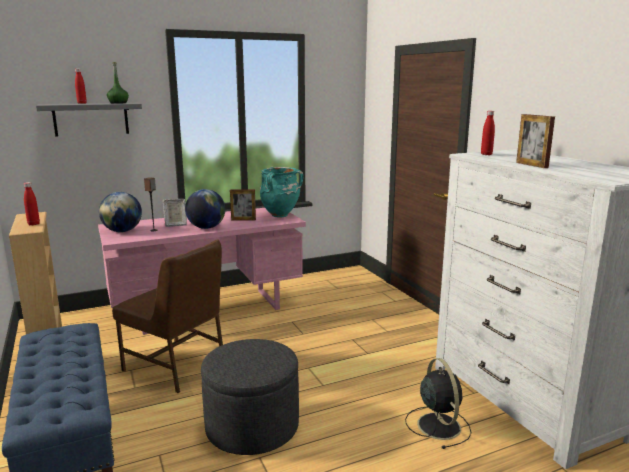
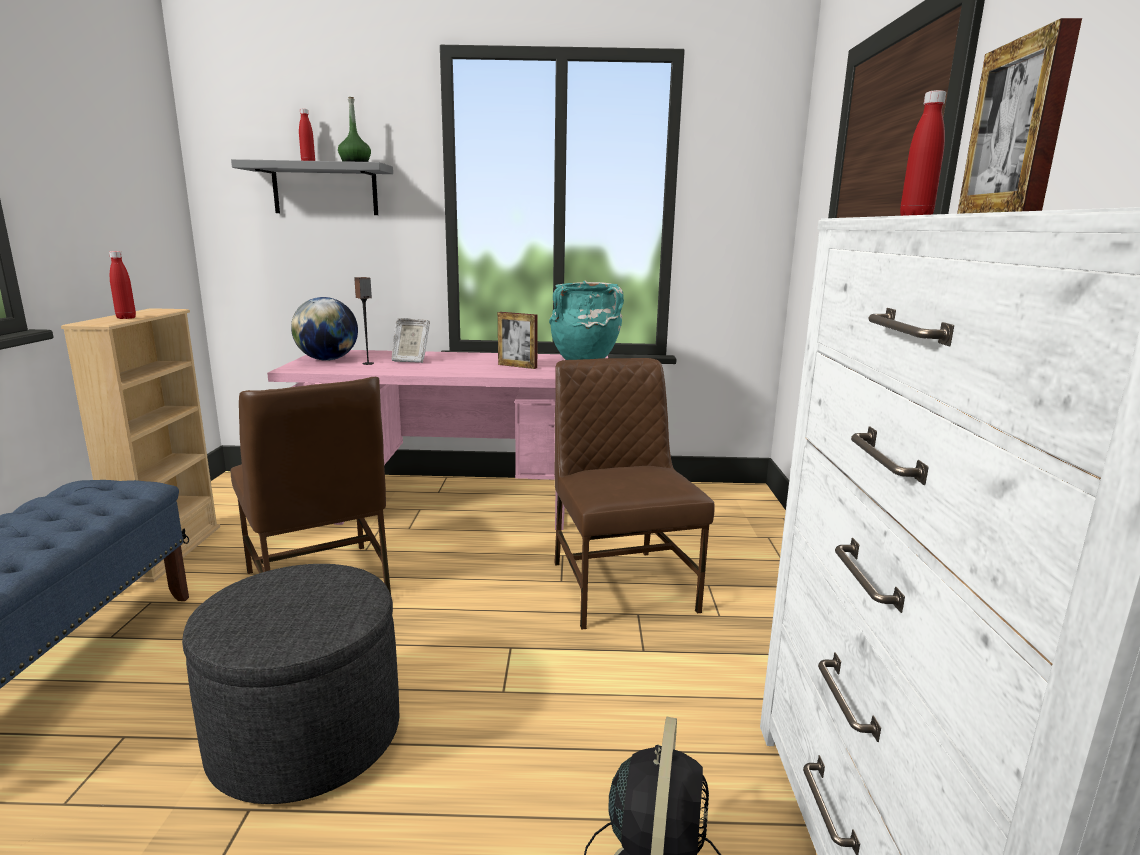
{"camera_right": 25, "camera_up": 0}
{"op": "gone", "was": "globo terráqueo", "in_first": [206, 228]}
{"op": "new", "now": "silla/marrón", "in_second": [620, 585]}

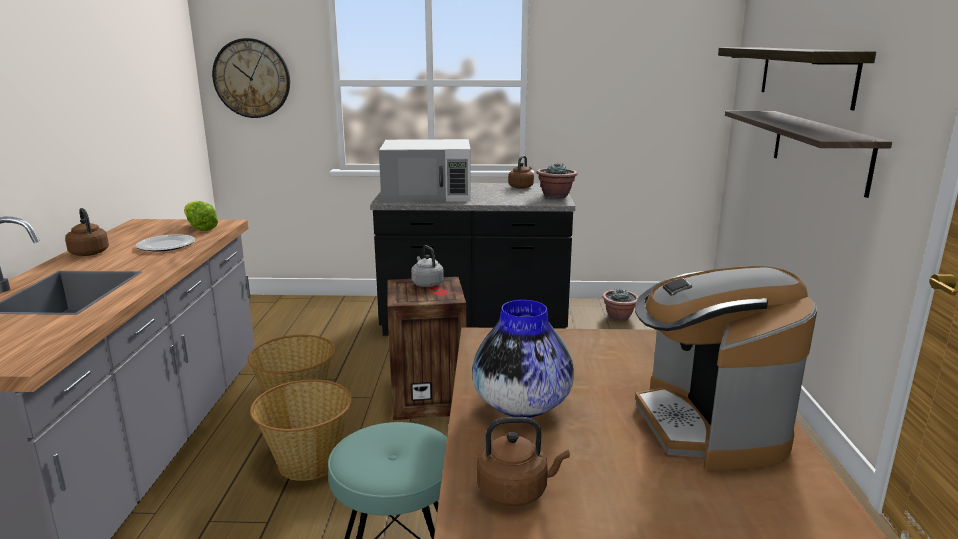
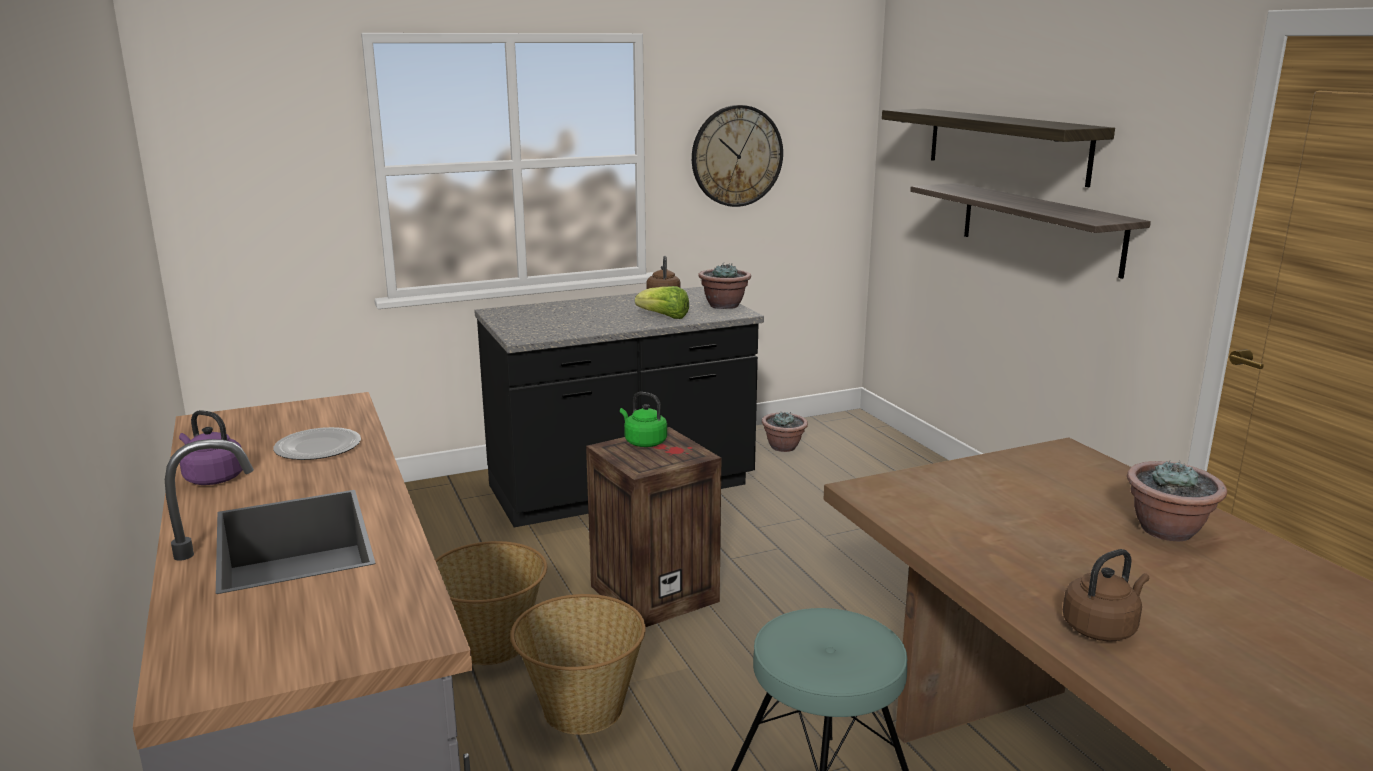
{"camera_right": -25, "camera_up": 0}
{"op": "shifted", "was": "reloj de pared", "in_first": [252, 78], "in_second": [736, 156]}
{"op": "gone", "was": "microondas/blanco", "in_first": [428, 194]}
{"op": "shifted", "was": "lechuga", "in_first": [200, 228], "in_second": [664, 317]}
{"op": "repainted", "was": "hervidor/marrón", "now": "hervidor/morado", "in_first": [89, 252], "in_second": [212, 478]}
{"op": "repainted", "was": "hervidor/gris", "now": "hervidor/verde", "in_first": [426, 283], "in_second": [643, 442]}
{"op": "swapped", "was": "cafetera", "now": "planta en maceta", "in_first": [708, 426], "in_second": [1168, 531]}
{"op": "gone", "was": "florero", "in_first": [521, 405]}

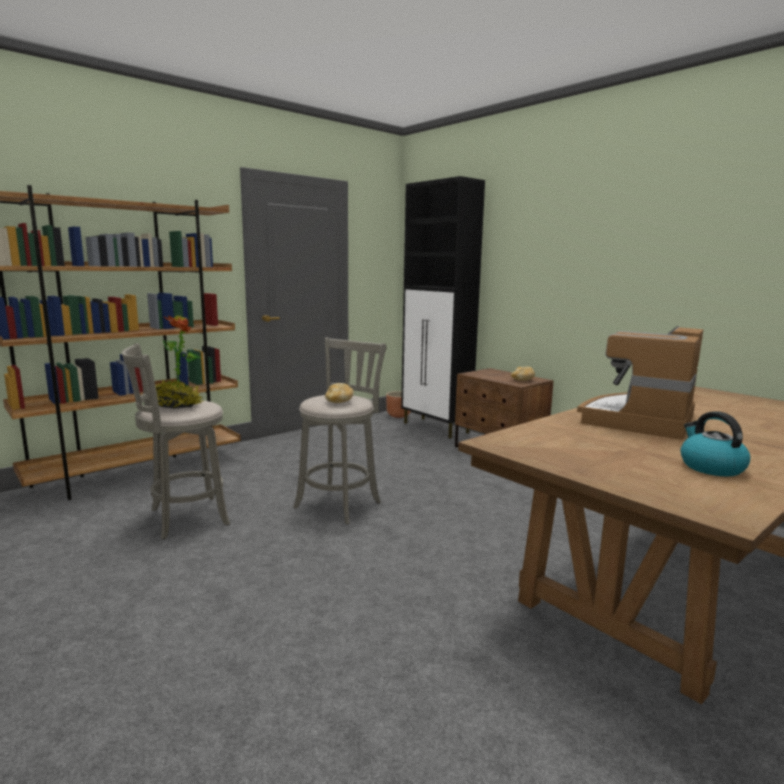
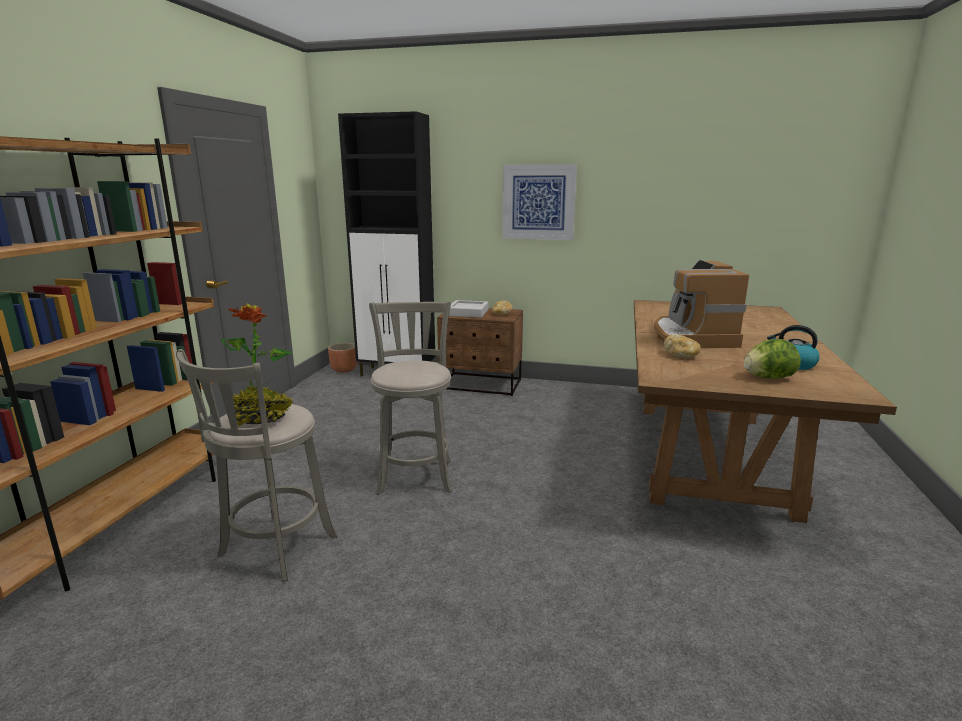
{"camera_right": -35, "camera_up": 5}
{"op": "shifted", "was": "pan", "in_first": [339, 402], "in_second": [681, 355]}
{"op": "new", "now": "cuadro", "in_second": [538, 202]}
{"op": "new", "now": "bandeja/gris", "in_second": [468, 312]}
{"op": "new", "now": "lechuga", "in_second": [768, 377]}

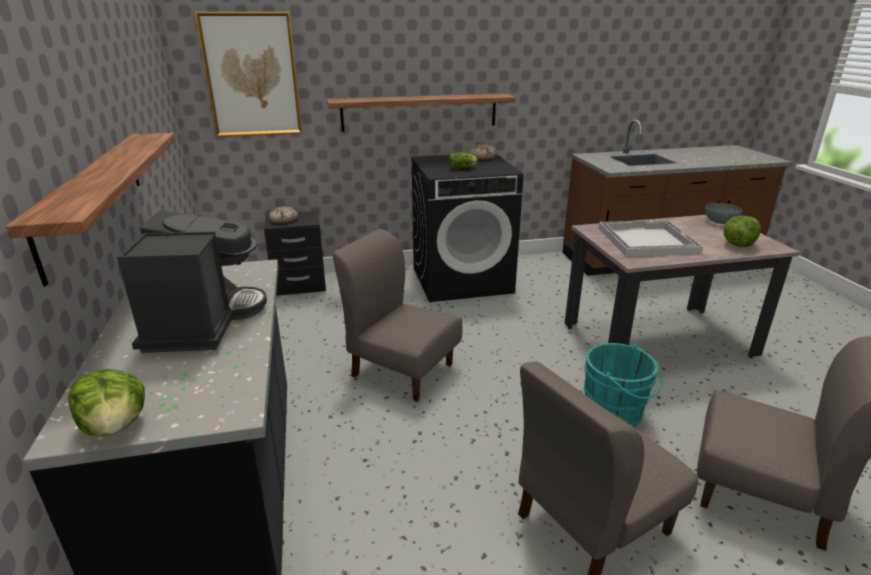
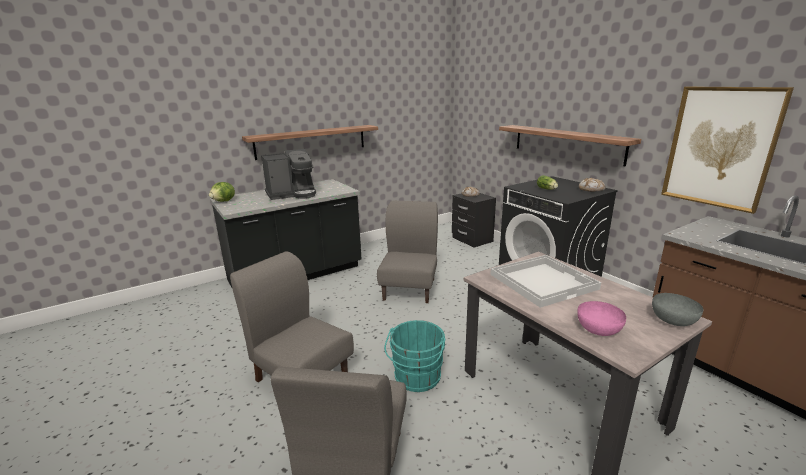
{"camera_right": 70, "camera_up": -5}
{"op": "shifted", "was": "cuadro", "in_first": [252, 75], "in_second": [720, 147]}
{"op": "swapped", "was": "lechuga", "now": "cuenco/rosa", "in_first": [738, 244], "in_second": [598, 329]}

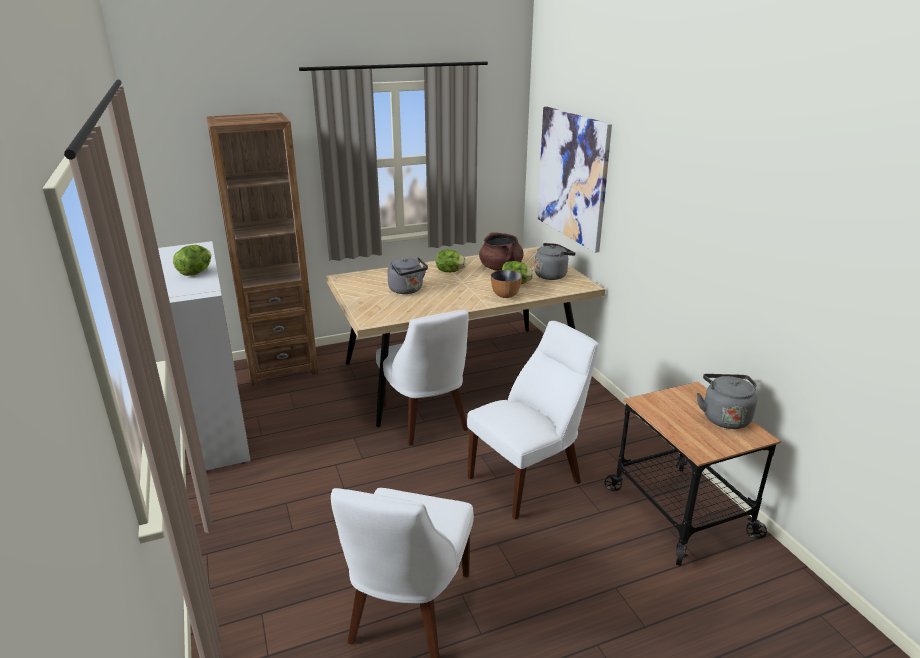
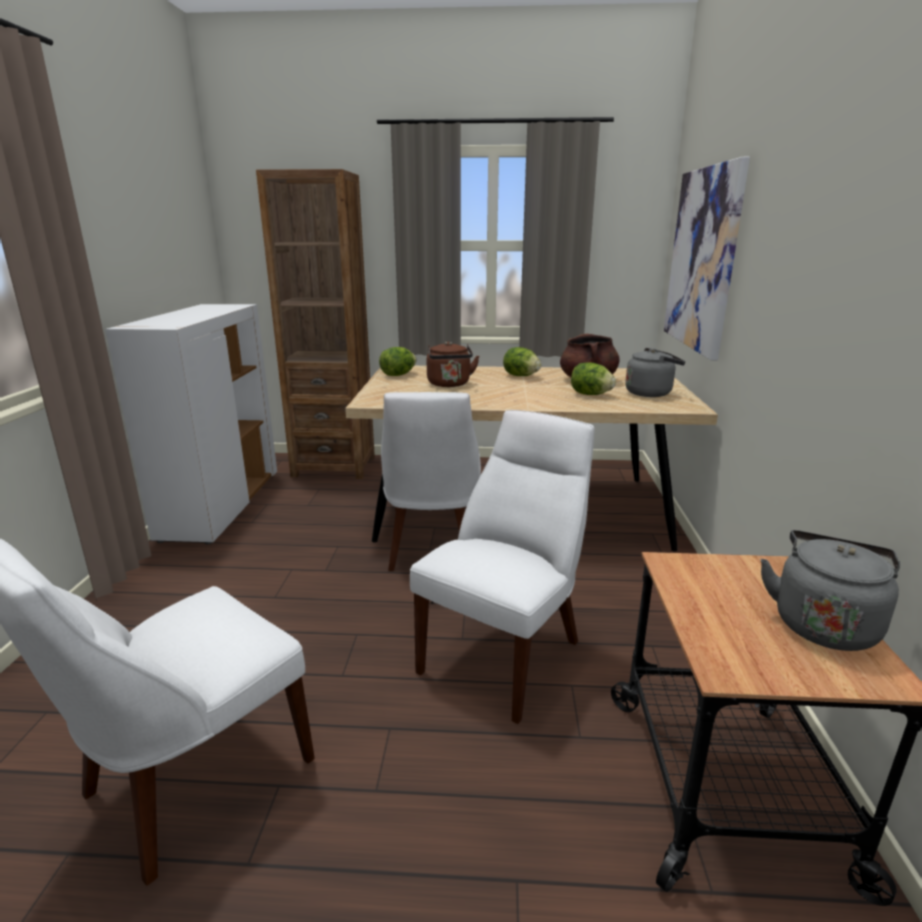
{"camera_right": 25, "camera_up": -5}
{"op": "shifted", "was": "lechuga", "in_first": [195, 273], "in_second": [398, 375]}
{"op": "repainted", "was": "hervidor/gris", "now": "hervidor/marrón", "in_first": [407, 290], "in_second": [449, 384]}
{"op": "gone", "was": "cuenco", "in_first": [505, 295]}
{"op": "rotated", "was": "silla/blanco", "in_first": [529, 478], "in_second": [506, 653], "clockwise": -45}

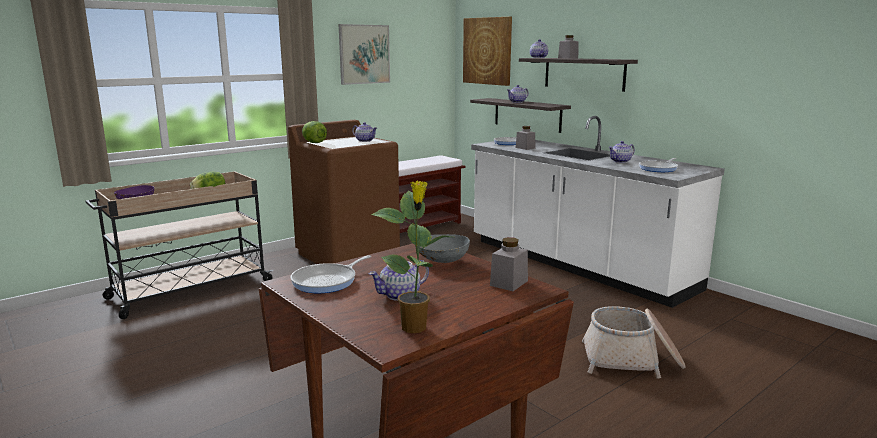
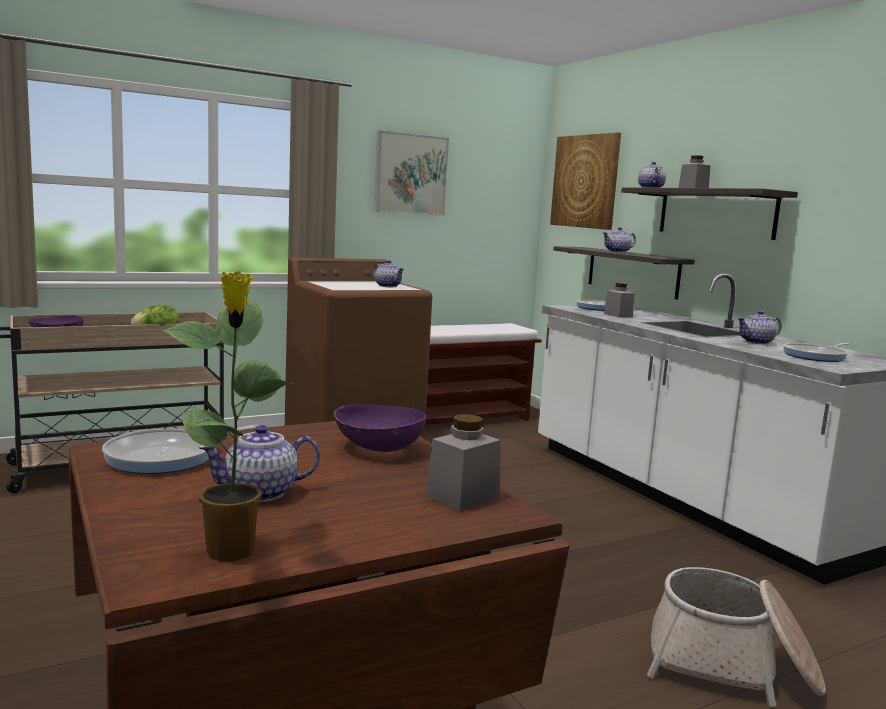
{"camera_right": 10, "camera_up": -5}
{"op": "gone", "was": "lechuga", "in_first": [314, 142]}
{"op": "repainted", "was": "cuenco/gris", "now": "cuenco/morado", "in_first": [441, 261], "in_second": [377, 449]}

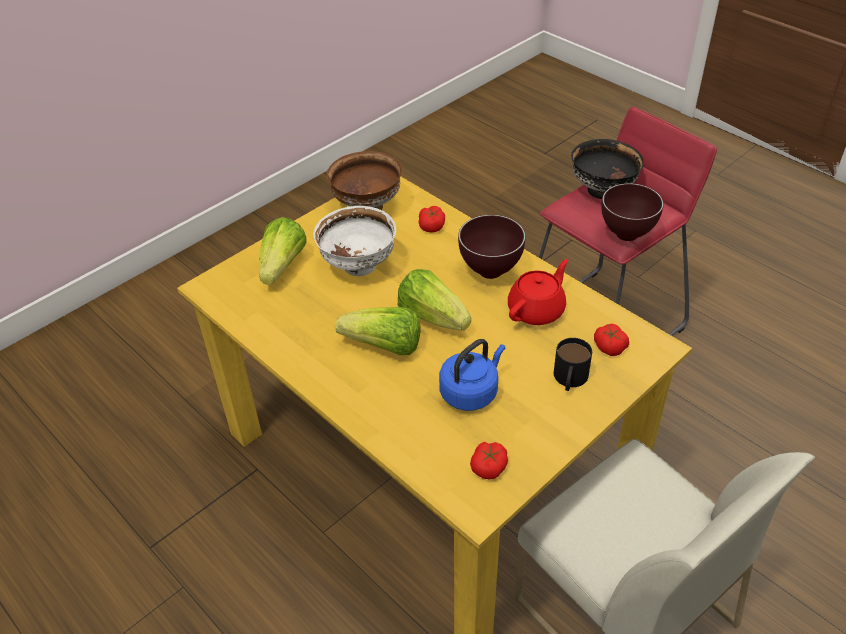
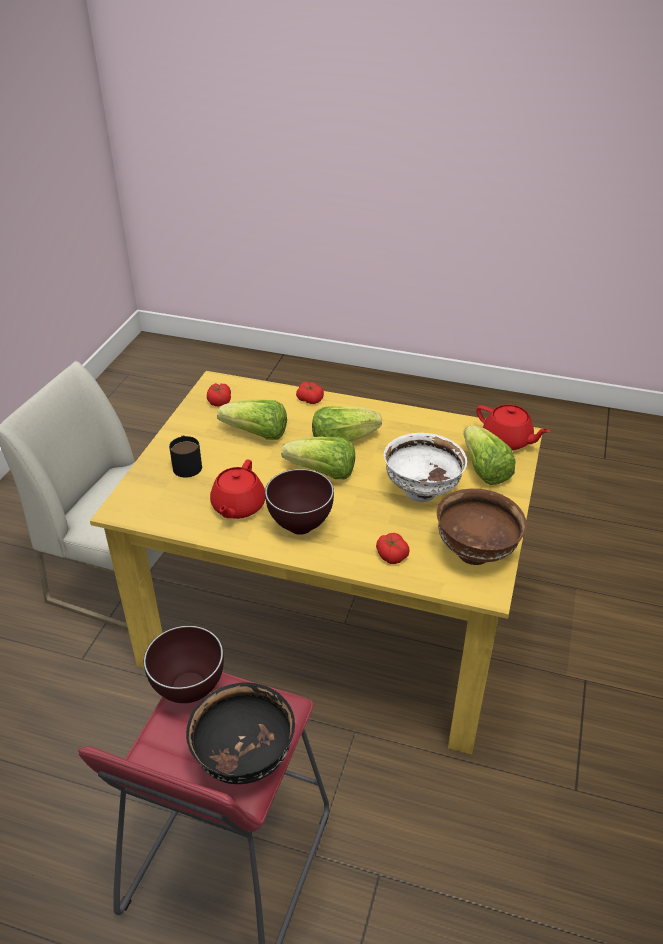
{"camera_right": 150, "camera_up": -5}
{"op": "shifted", "was": "tomate", "in_first": [609, 346], "in_second": [310, 399]}
{"op": "swapped", "was": "hervidor/azul", "now": "lechuga", "in_first": [471, 392], "in_second": [256, 434]}
{"op": "new", "now": "tetera/rojo", "in_second": [507, 441]}

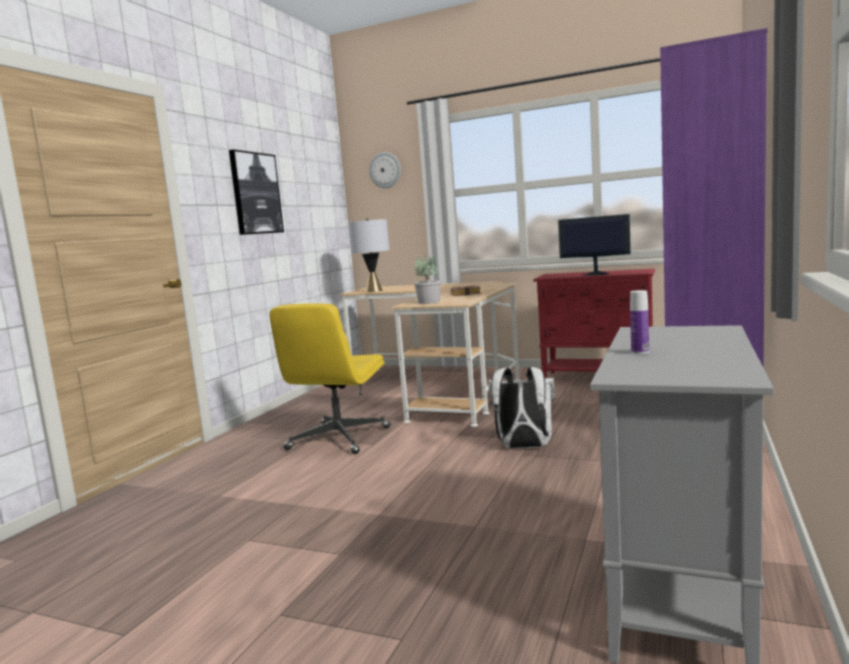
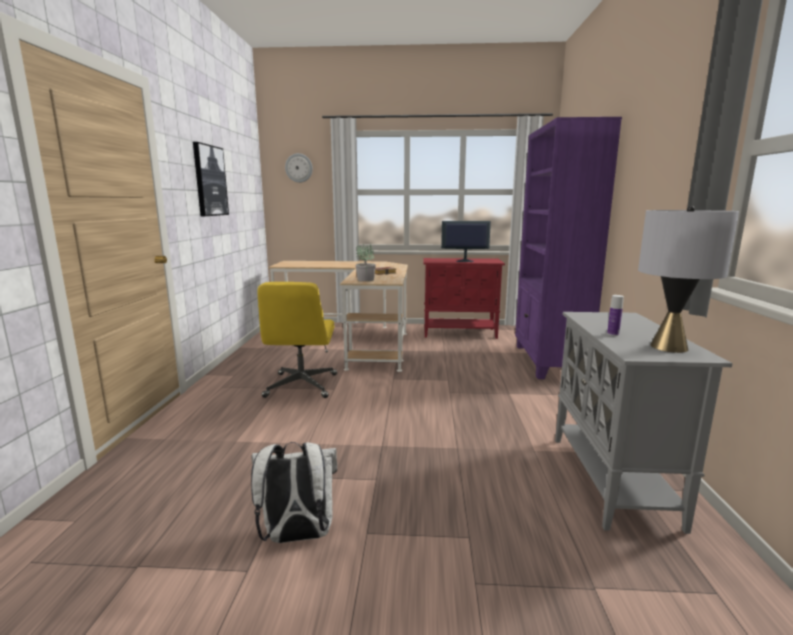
{"camera_right": -20, "camera_up": 5}
{"op": "shifted", "was": "lámpara de mesa/gris", "in_first": [374, 291], "in_second": [668, 347]}
{"op": "shifted", "was": "mochila/blanco", "in_first": [523, 447], "in_second": [297, 536]}

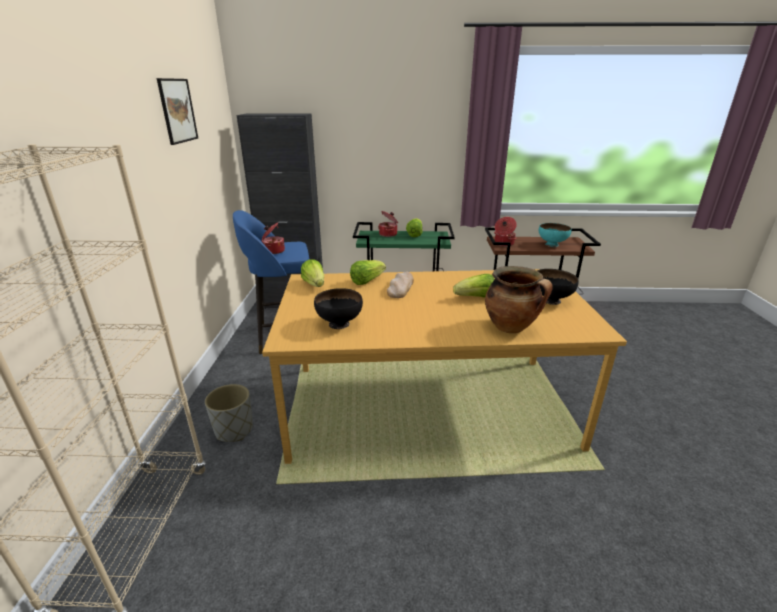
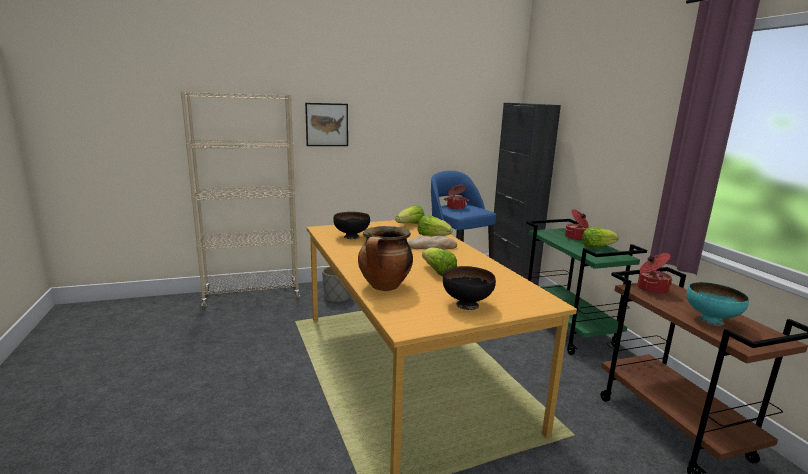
{"camera_right": 70, "camera_up": -10}
{"op": "shifted", "was": "cuadro", "in_first": [177, 111], "in_second": [327, 124]}

